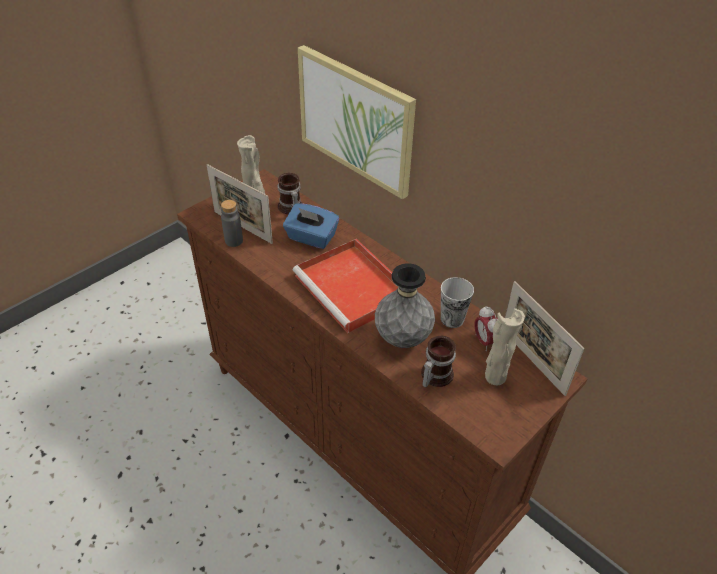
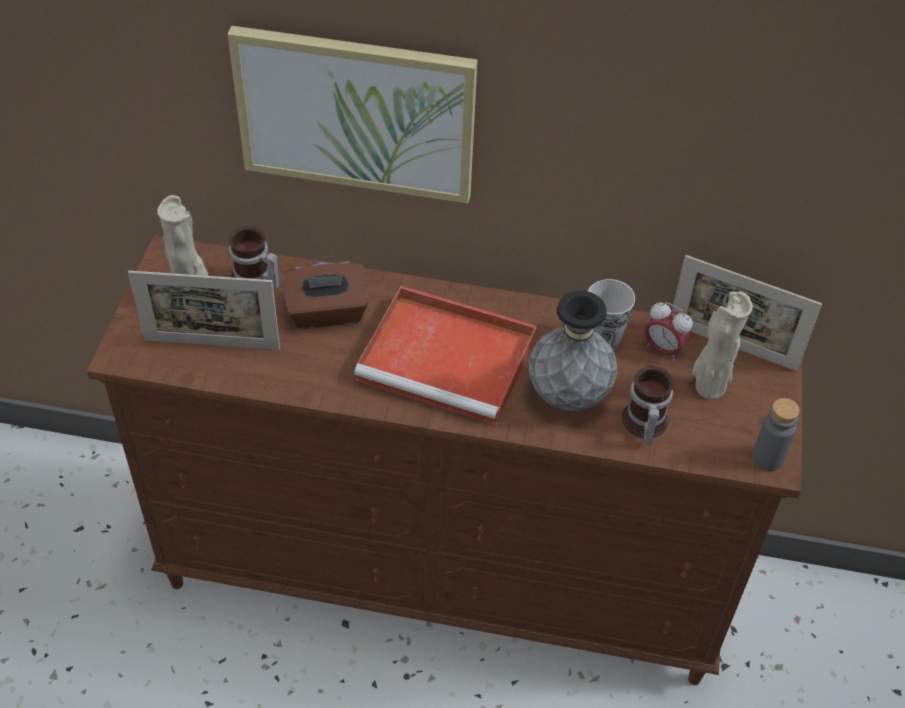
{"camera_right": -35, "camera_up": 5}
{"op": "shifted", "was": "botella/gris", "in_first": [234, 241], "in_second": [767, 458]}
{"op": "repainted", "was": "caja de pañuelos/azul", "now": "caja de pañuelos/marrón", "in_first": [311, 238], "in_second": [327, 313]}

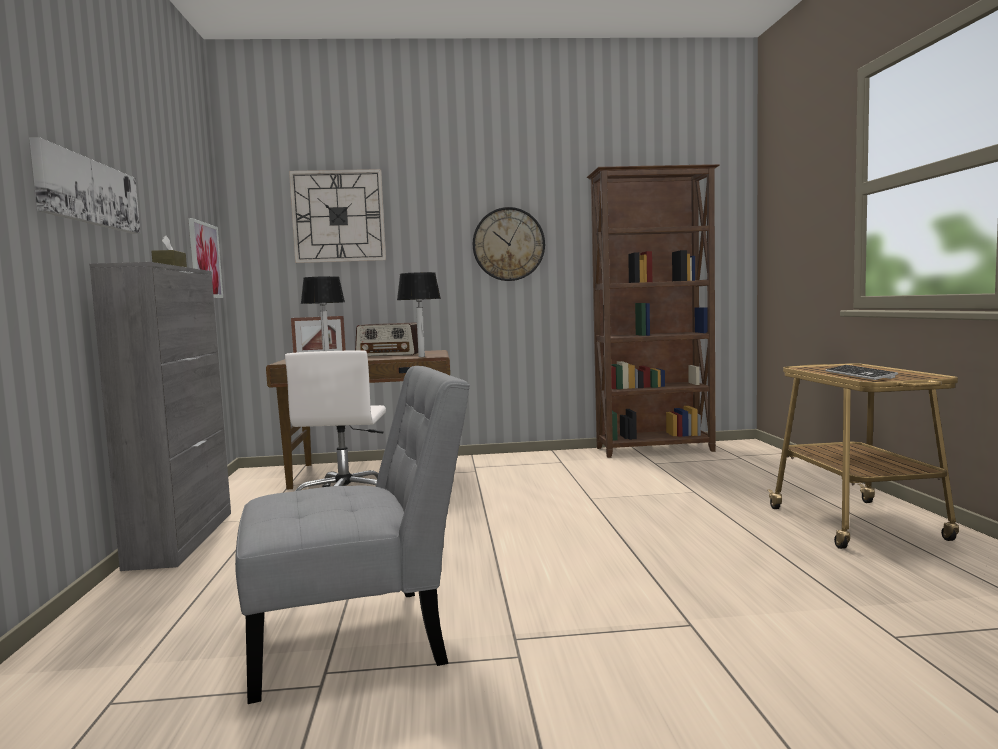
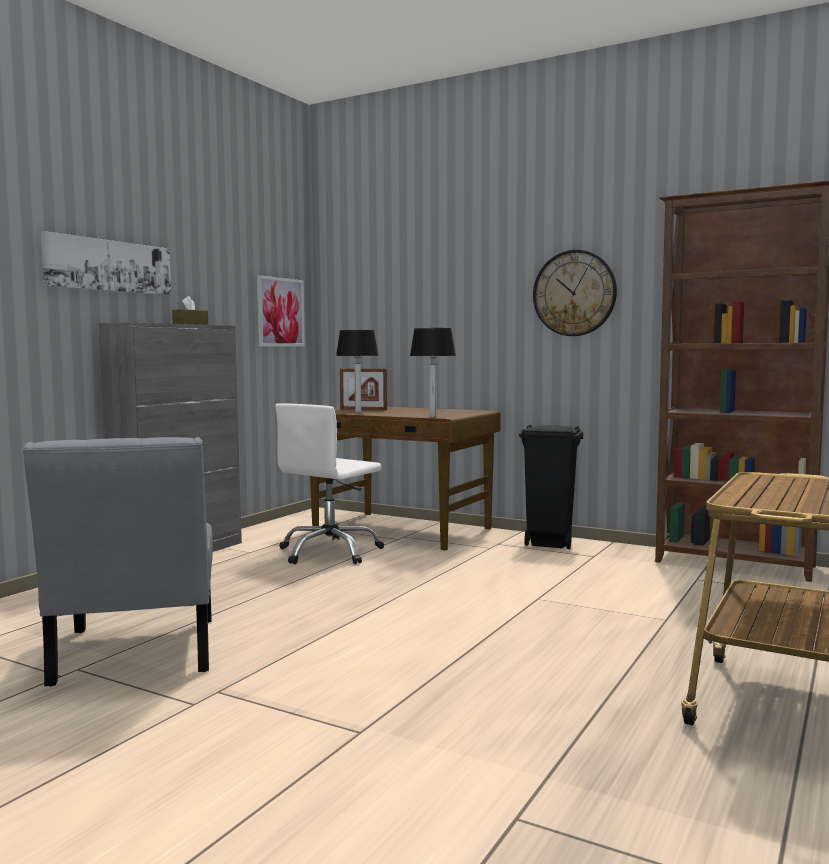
{"camera_right": 35, "camera_up": 0}
{"op": "gone", "was": "reloj de pared", "in_first": [338, 216]}
{"op": "gone", "was": "radio", "in_first": [389, 354]}
{"op": "gone", "was": "teclado", "in_first": [859, 374]}
{"op": "rotated", "was": "silla/gris", "in_first": [359, 639], "in_second": [134, 655], "clockwise": 60}
{"op": "new", "now": "papelera/negro", "in_second": [548, 544]}

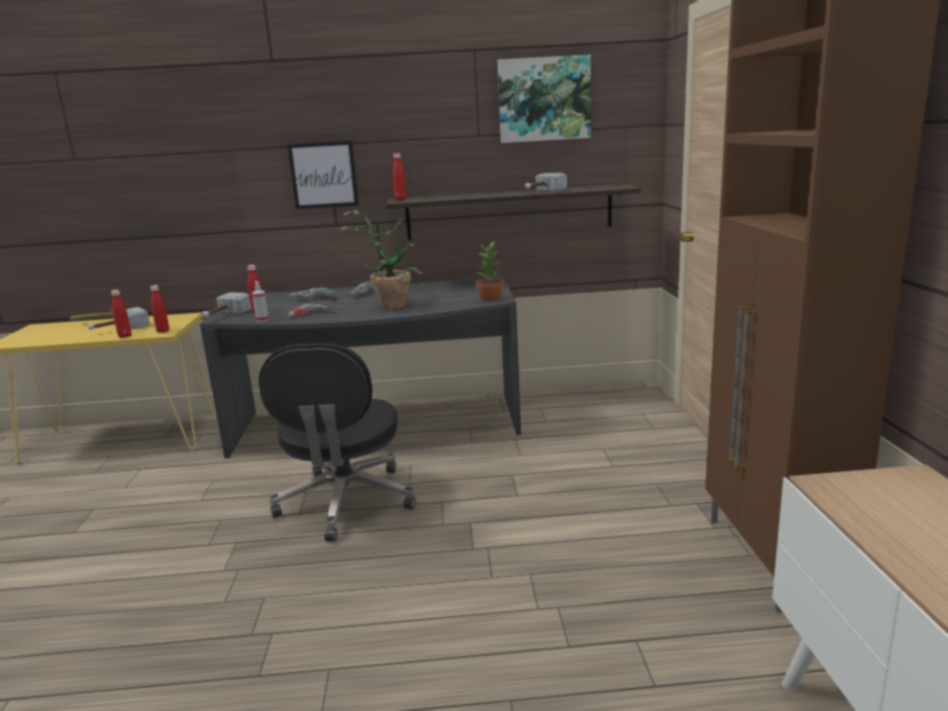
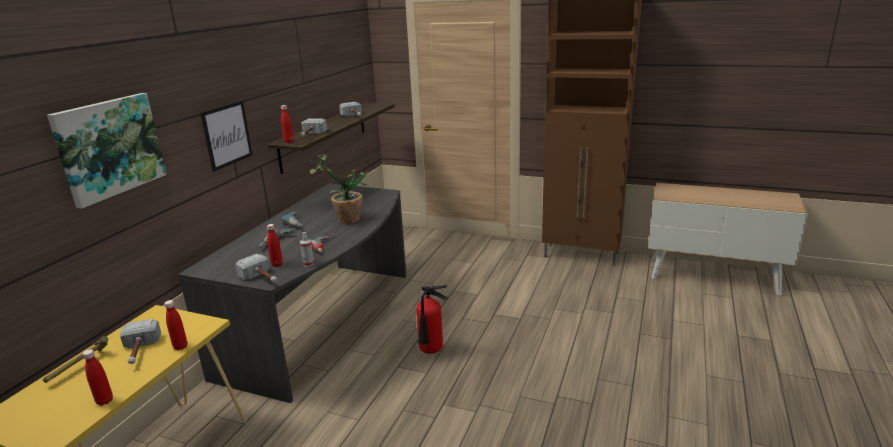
{"camera_right": -65, "camera_up": 5}
{"op": "shifted", "was": "cuadro", "in_first": [544, 99], "in_second": [109, 147]}
{"op": "gone", "was": "planta en maceta", "in_first": [491, 298]}
{"op": "shifted", "was": "botella/rojo", "in_first": [163, 331], "in_second": [105, 401]}
{"op": "swapped", "was": "silla de oficina/negro", "now": "extintor", "in_first": [346, 503], "in_second": [430, 352]}
{"op": "new", "now": "martillo", "in_second": [310, 135]}

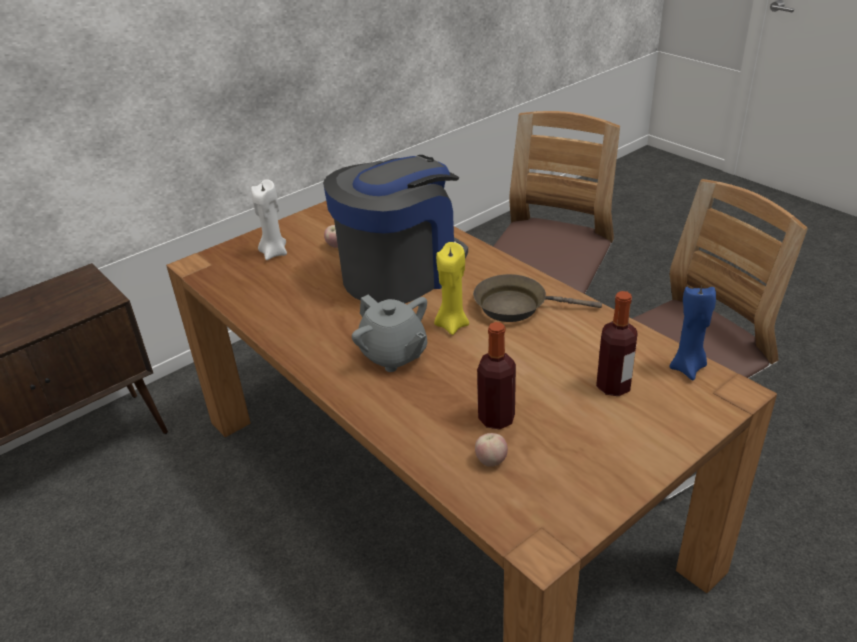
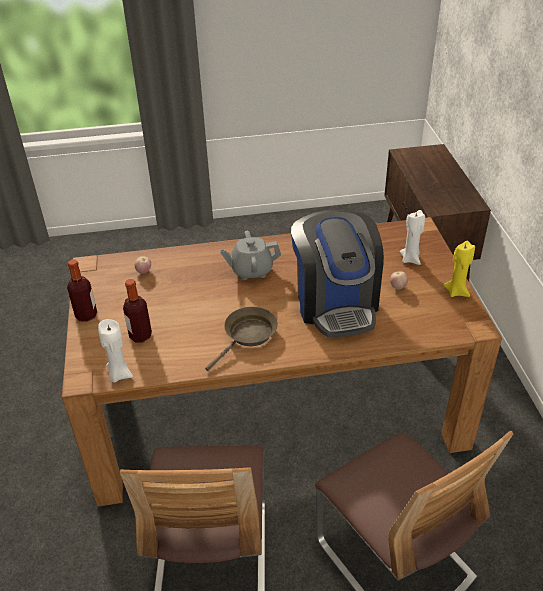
{"camera_right": 120, "camera_up": 5}
{"op": "shifted", "was": "vela/amarillo", "in_first": [452, 325], "in_second": [456, 291]}
{"op": "repainted", "was": "vela/azul", "now": "vela/blanco", "in_first": [688, 368], "in_second": [119, 374]}
{"op": "shifted", "was": "botella", "in_first": [496, 418], "in_second": [86, 315]}

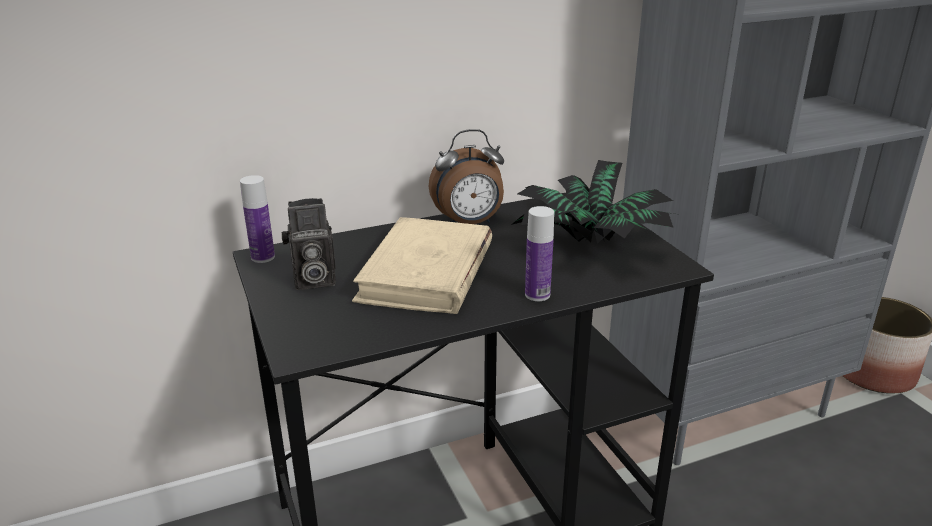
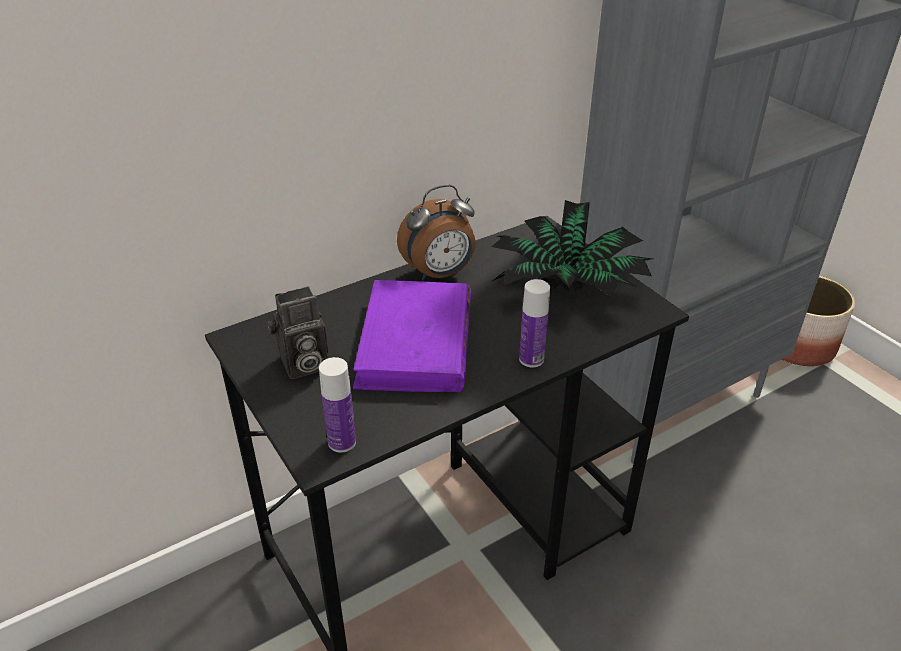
{"camera_right": -10, "camera_up": 10}
{"op": "shifted", "was": "botella", "in_first": [263, 257], "in_second": [342, 442]}
{"op": "repainted", "was": "libro/beis", "now": "libro/morado", "in_first": [426, 272], "in_second": [415, 343]}

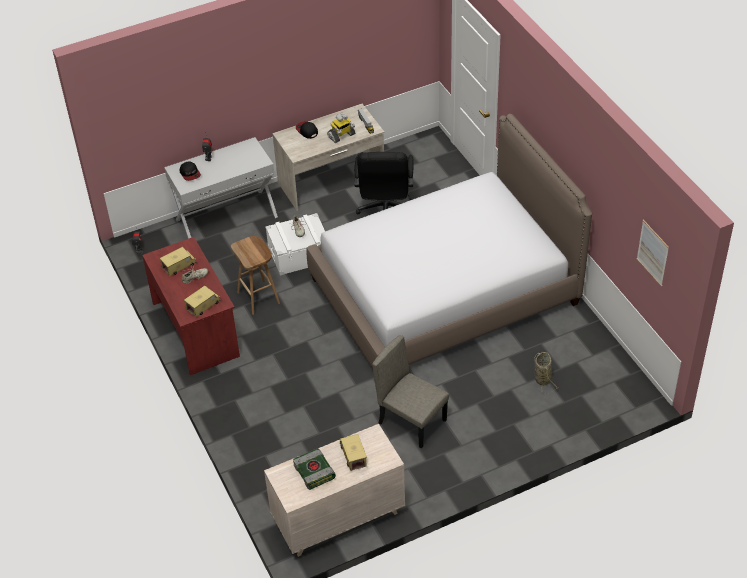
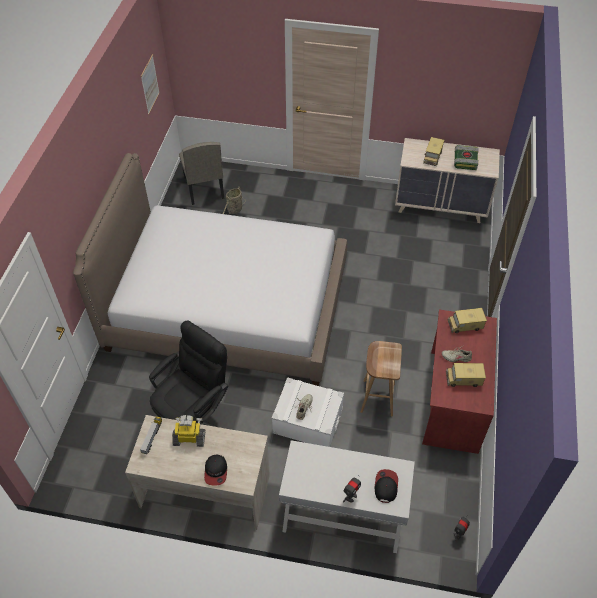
{"camera_right": -145, "camera_up": 5}
{"op": "shifted", "was": "silla/beis", "in_first": [412, 421], "in_second": [203, 188]}

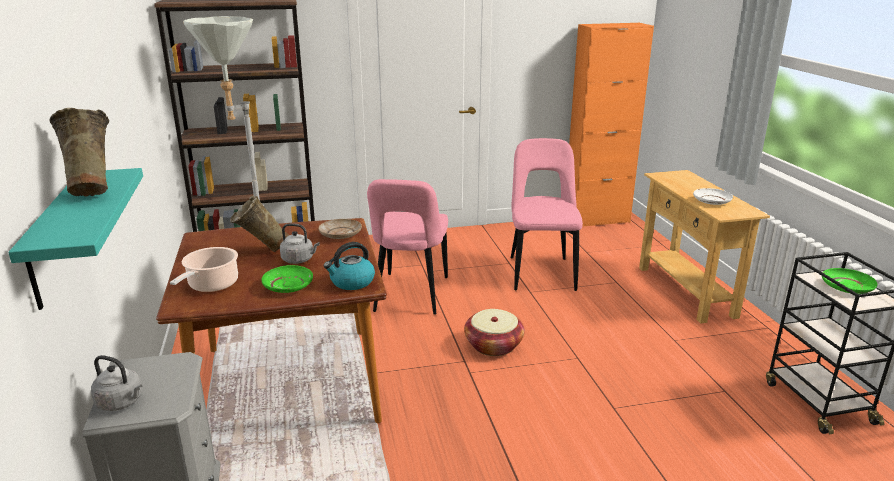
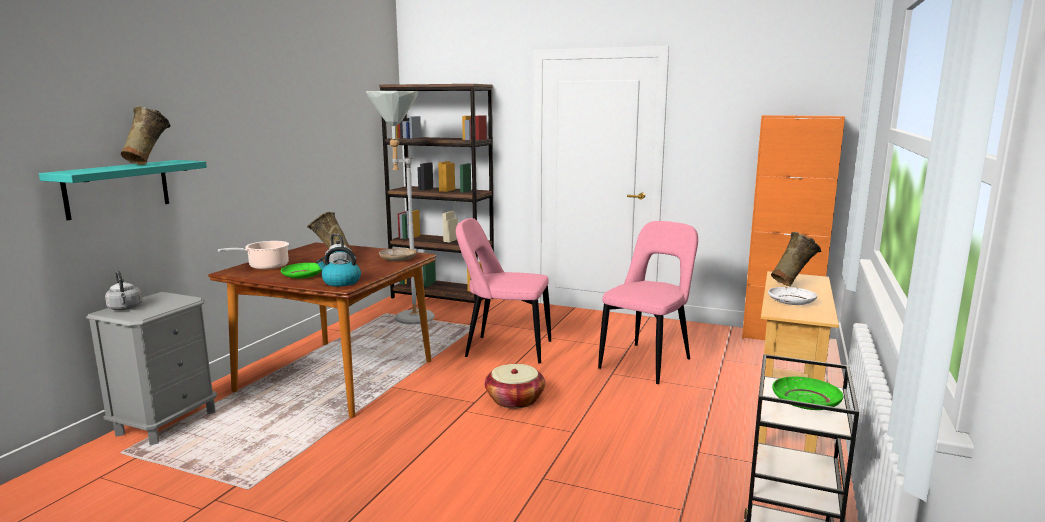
{"camera_right": 35, "camera_up": -10}
{"op": "rotated", "was": "silla/rosa", "in_first": [410, 296], "in_second": [504, 349], "clockwise": 60}
{"op": "new", "now": "florero/beis", "in_second": [793, 284]}

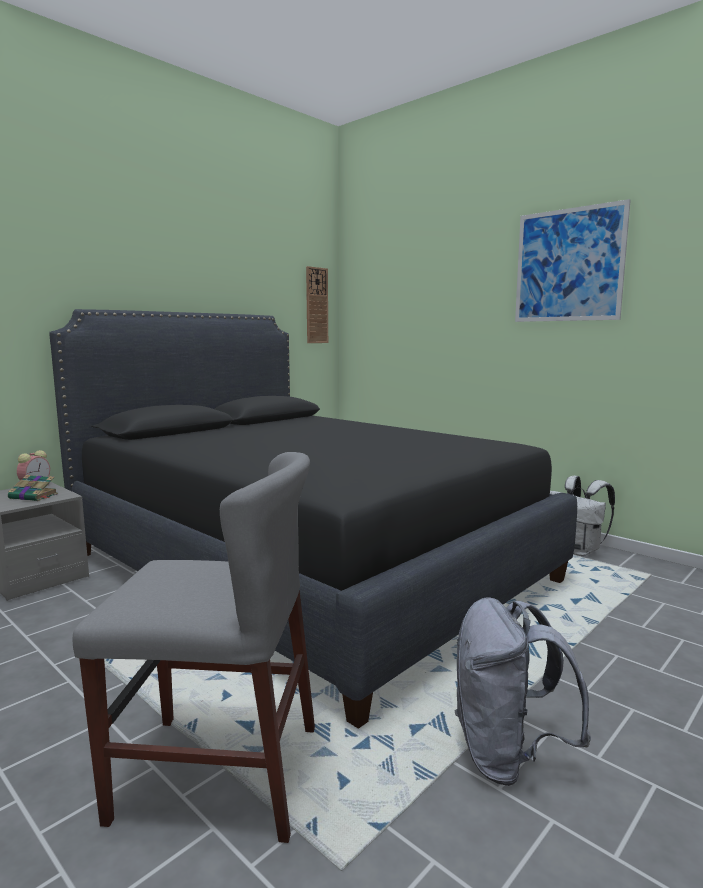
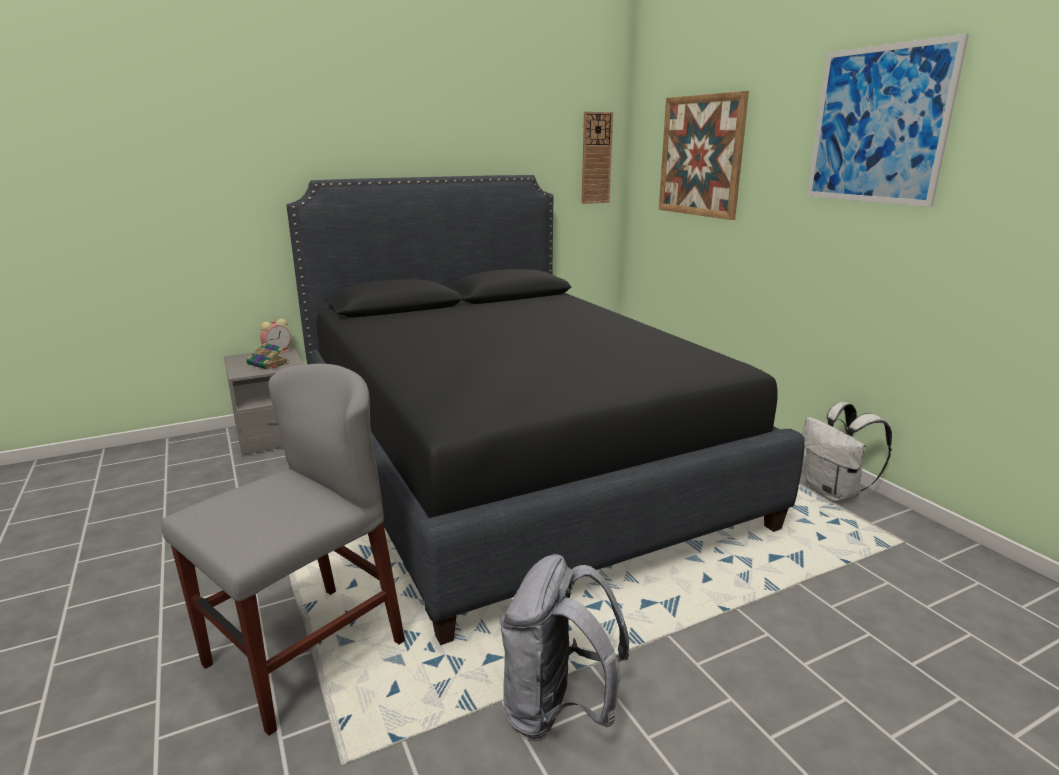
{"camera_right": 20, "camera_up": 10}
{"op": "rotated", "was": "silla/gris", "in_first": [218, 773], "in_second": [304, 653], "clockwise": -75}
{"op": "new", "now": "cuadro", "in_second": [700, 156]}

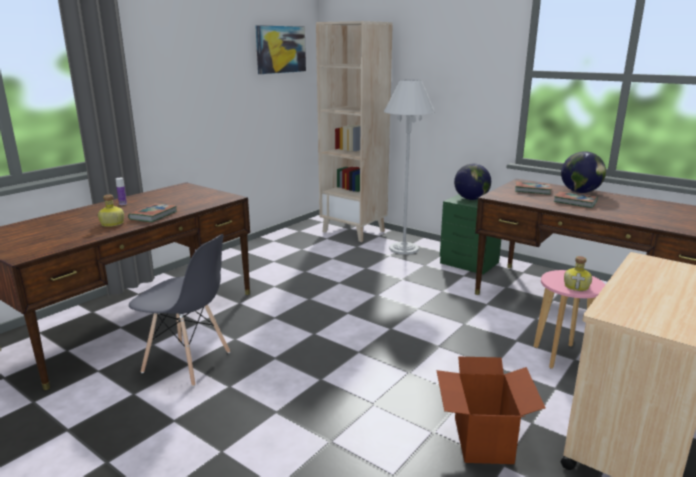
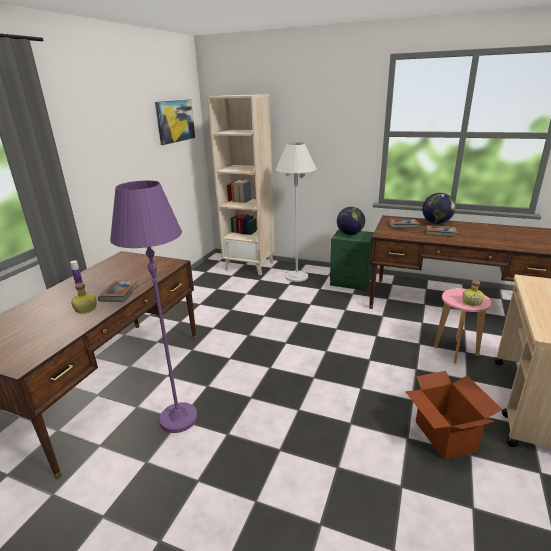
{"camera_right": -15, "camera_up": 5}
{"op": "swapped", "was": "silla/gris", "now": "lámpara de pie/morado", "in_first": [187, 362], "in_second": [178, 418]}

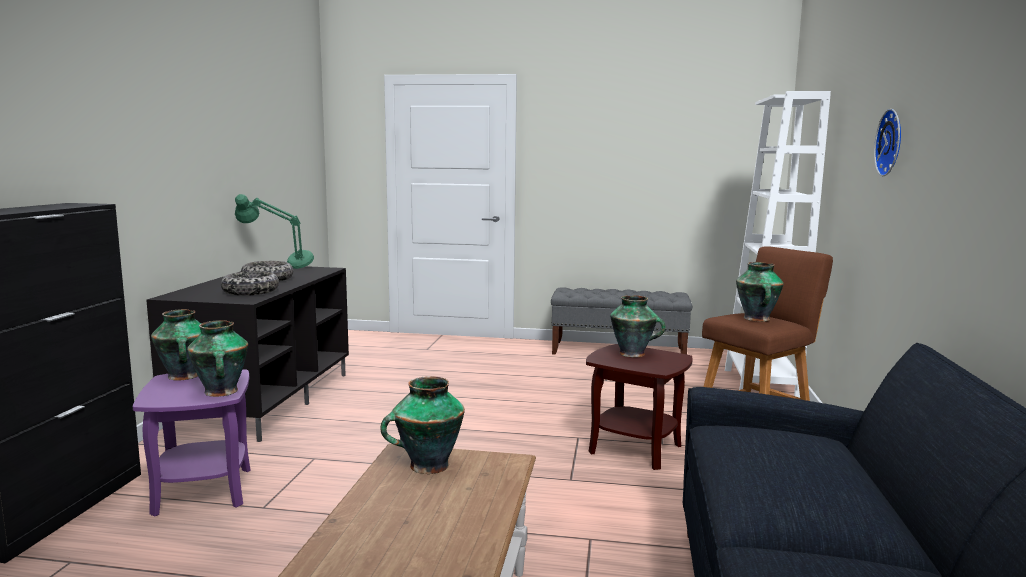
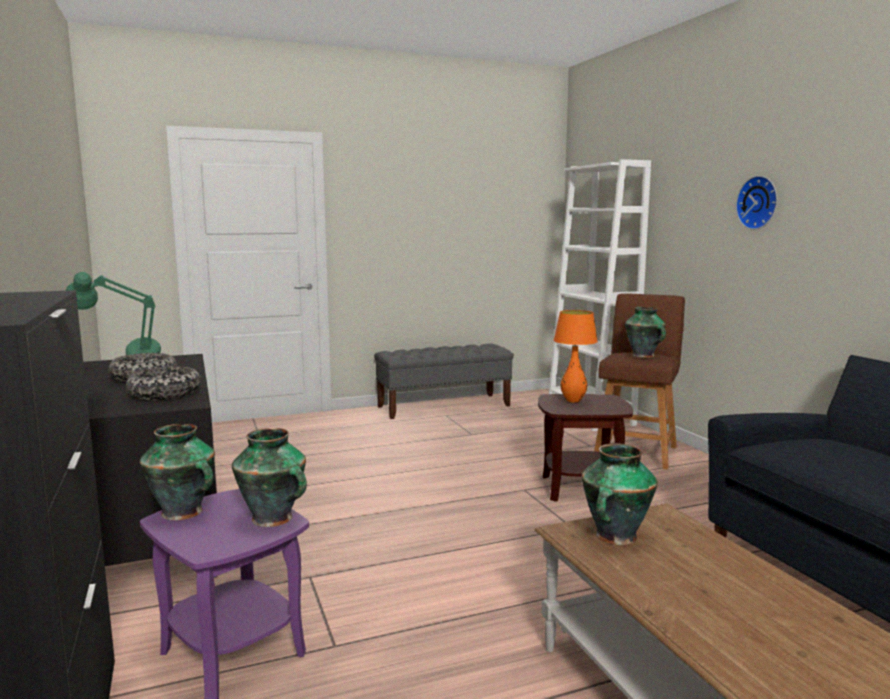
{"camera_right": -30, "camera_up": 0}
{"op": "swapped", "was": "florero", "now": "lámpara de mesa/naranja", "in_first": [633, 354], "in_second": [573, 401]}

